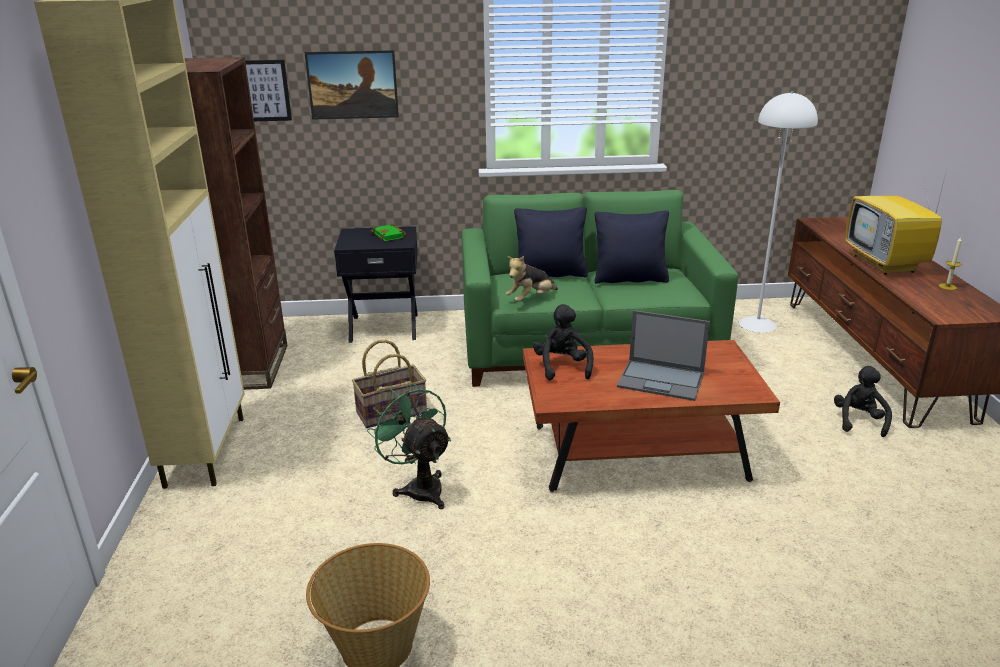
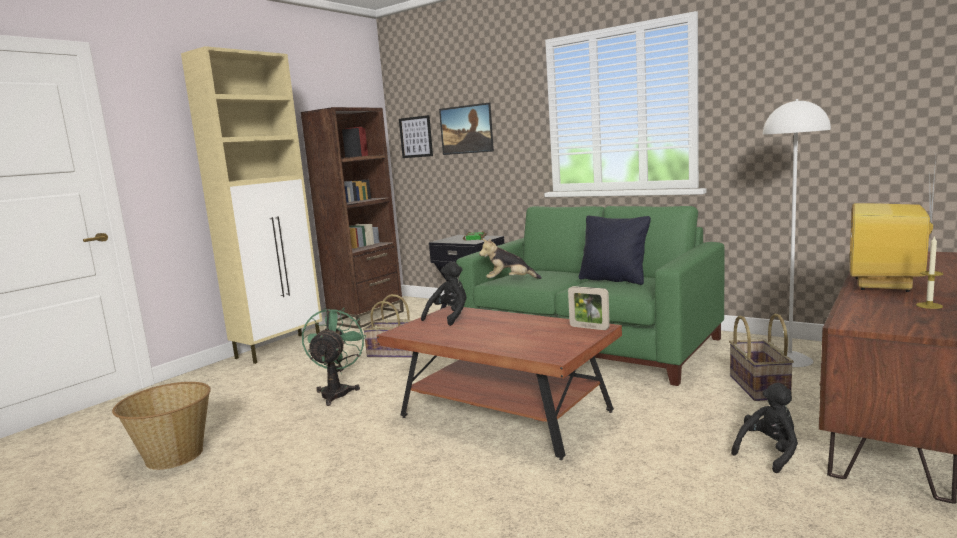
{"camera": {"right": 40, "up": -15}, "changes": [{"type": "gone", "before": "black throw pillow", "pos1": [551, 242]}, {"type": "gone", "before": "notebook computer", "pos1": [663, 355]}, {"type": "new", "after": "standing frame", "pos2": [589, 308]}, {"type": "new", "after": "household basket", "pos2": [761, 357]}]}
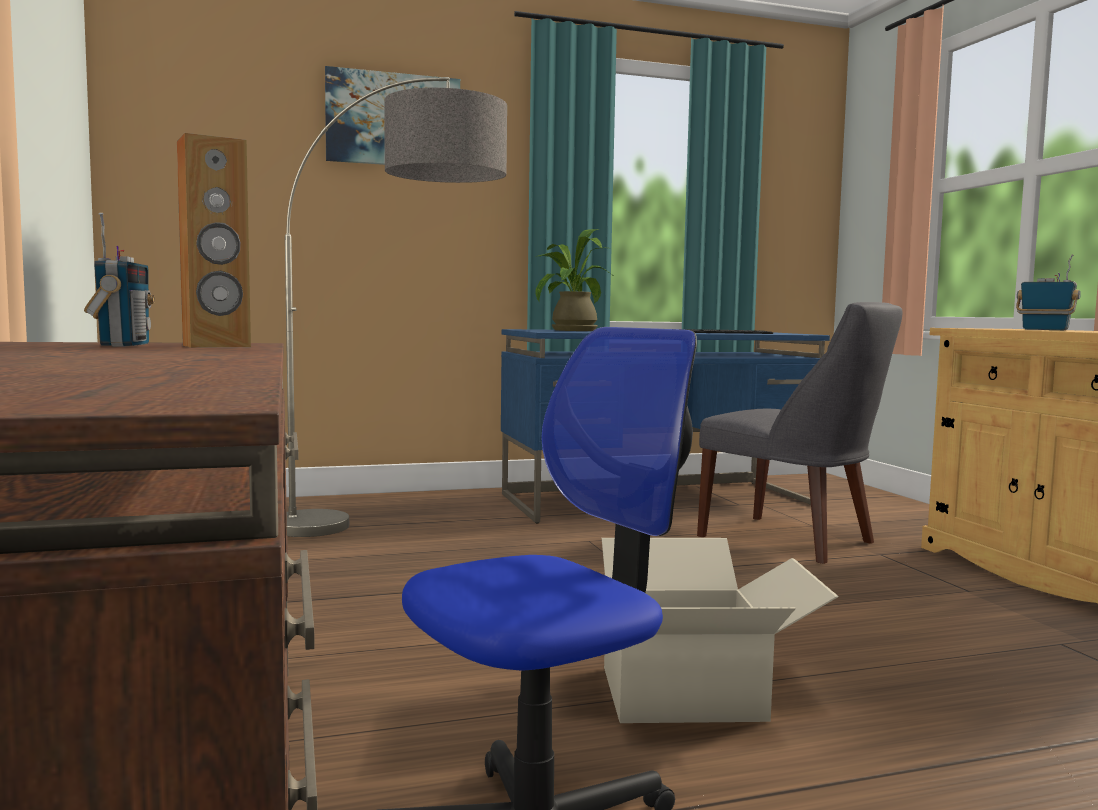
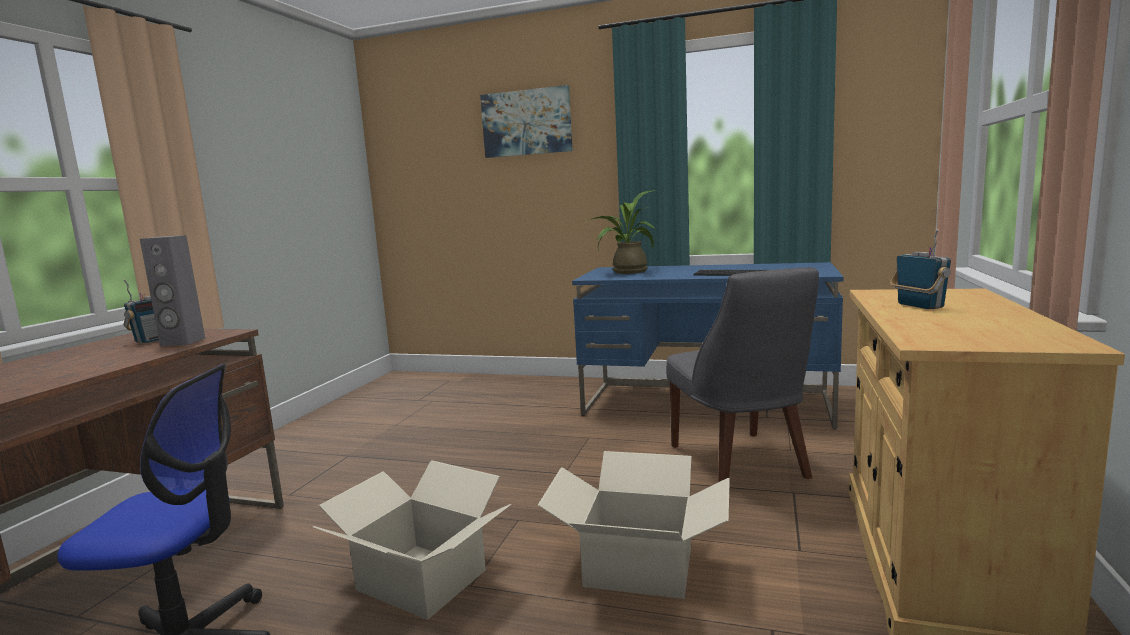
{"camera": {"right": 35, "up": 5}, "changes": [{"type": "repainted", "before": "brownish loudspeaker", "after": "grey loudspeaker", "pos1": [214, 240], "pos2": [172, 290]}, {"type": "gone", "before": "floor lamp", "pos1": [396, 307]}, {"type": "new", "after": "packing box", "pos2": [633, 525]}]}
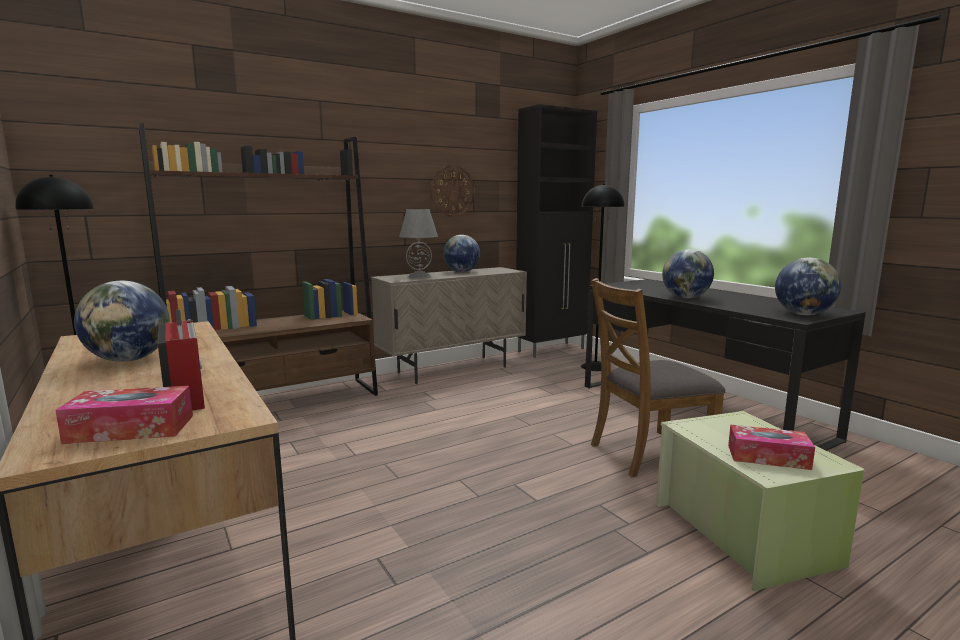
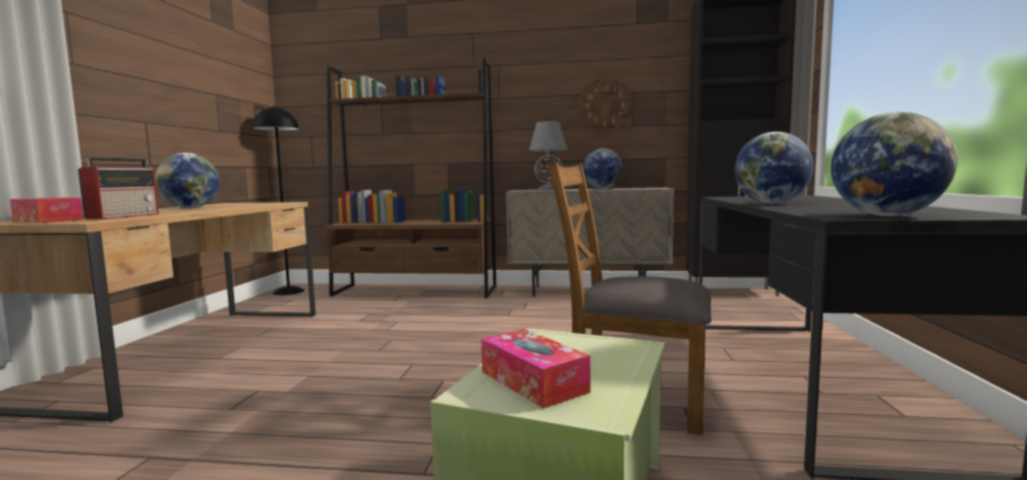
{"camera": {"right": 40, "up": -5}, "changes": [{"type": "gone", "before": "black floor lamp", "pos1": [603, 277]}]}
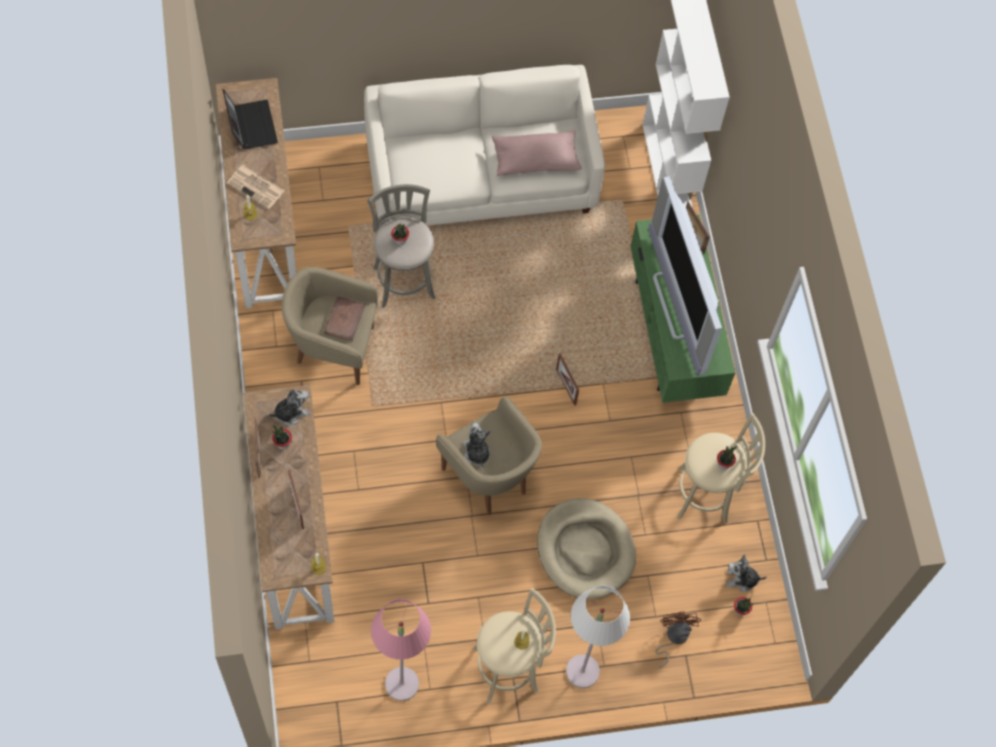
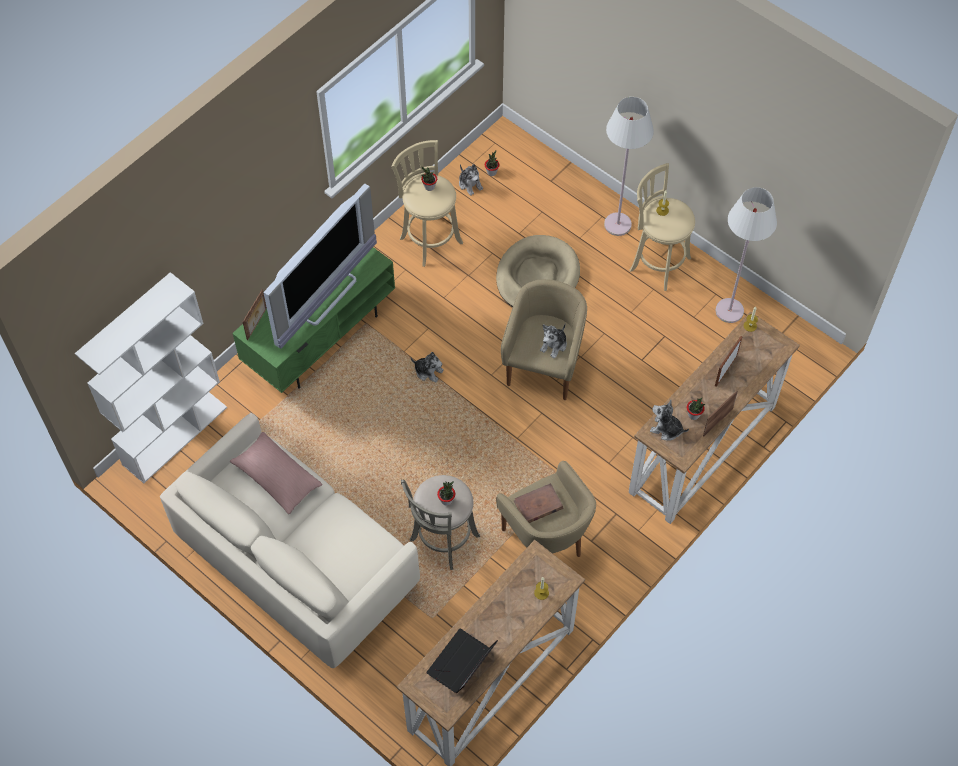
{"camera": {"right": -125, "up": -5}, "changes": [{"type": "gone", "before": "daily paper", "pos1": [256, 187]}, {"type": "repainted", "before": "pinkish floor lamp", "after": "white floor lamp", "pos1": [401, 650], "pos2": [746, 255]}, {"type": "swapped", "before": "standing frame", "after": "soft toy", "pos1": [567, 379], "pos2": [427, 367]}, {"type": "gone", "before": "brownish fan", "pos1": [678, 639]}]}
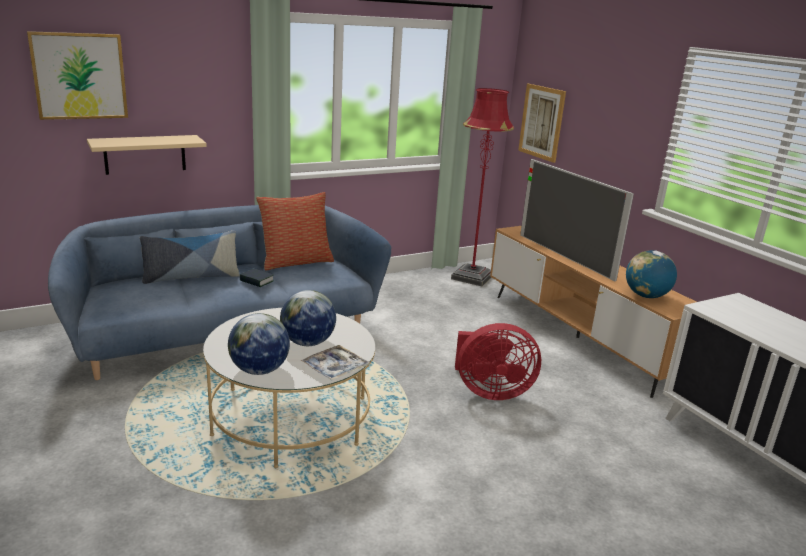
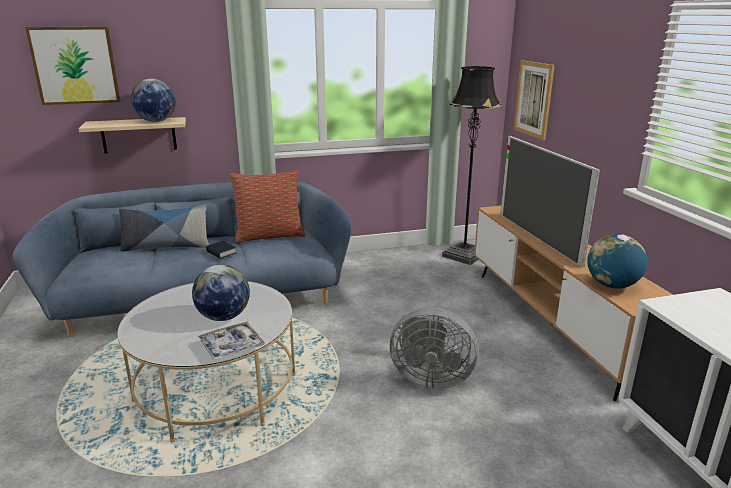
{"camera": {"right": 15, "up": 0}, "changes": [{"type": "shifted", "before": "world globe", "pos1": [259, 344], "pos2": [153, 100]}, {"type": "repainted", "before": "red-coloured floor lamp", "after": "black floor lamp", "pos1": [482, 187], "pos2": [472, 165]}, {"type": "repainted", "before": "red-coloured fan", "after": "grey fan", "pos1": [498, 361], "pos2": [434, 348]}]}
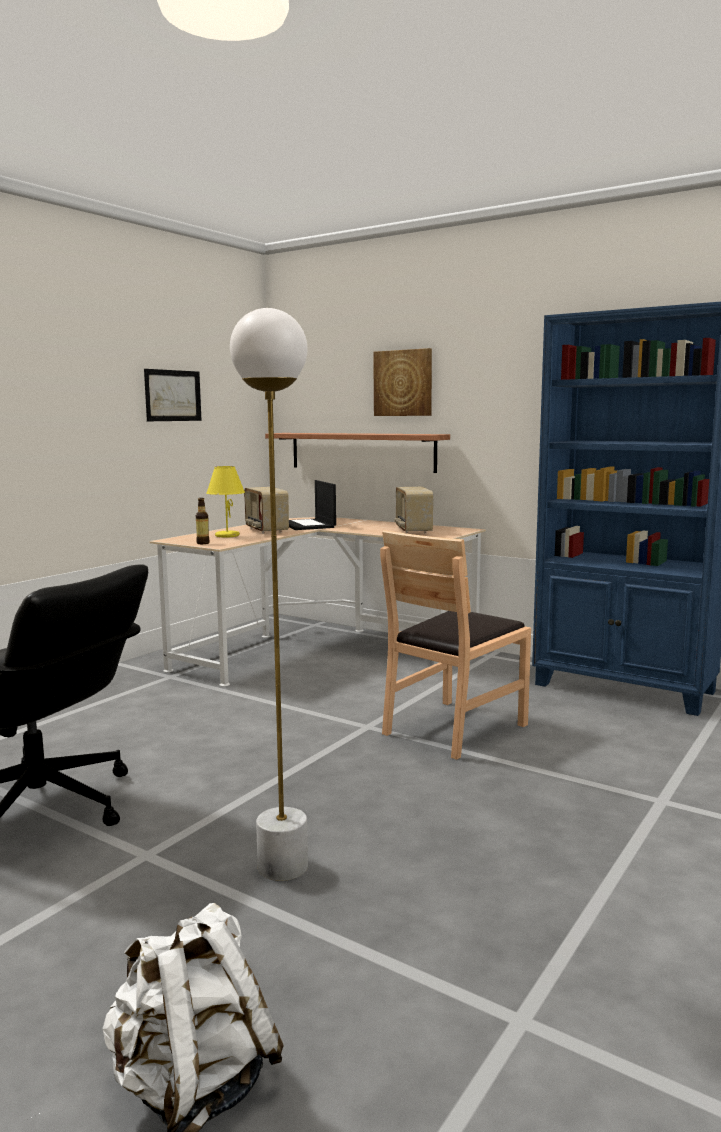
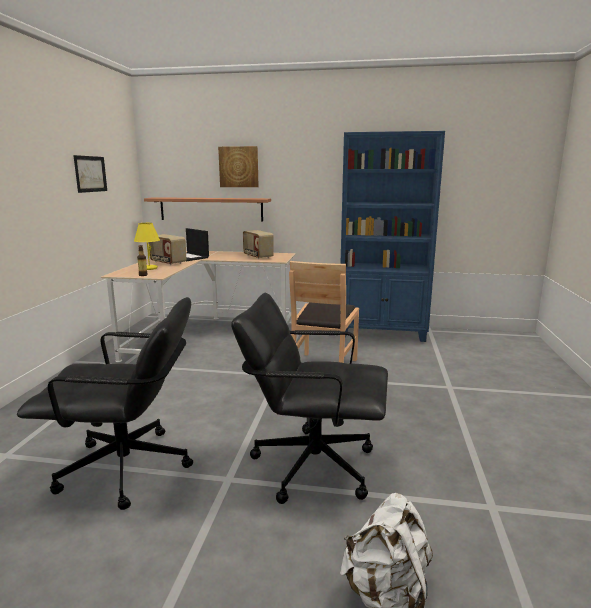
{"camera": {"right": -25, "up": 5}, "changes": [{"type": "swapped", "before": "white floor lamp", "after": "black computer chair", "pos1": [269, 594], "pos2": [309, 398]}]}
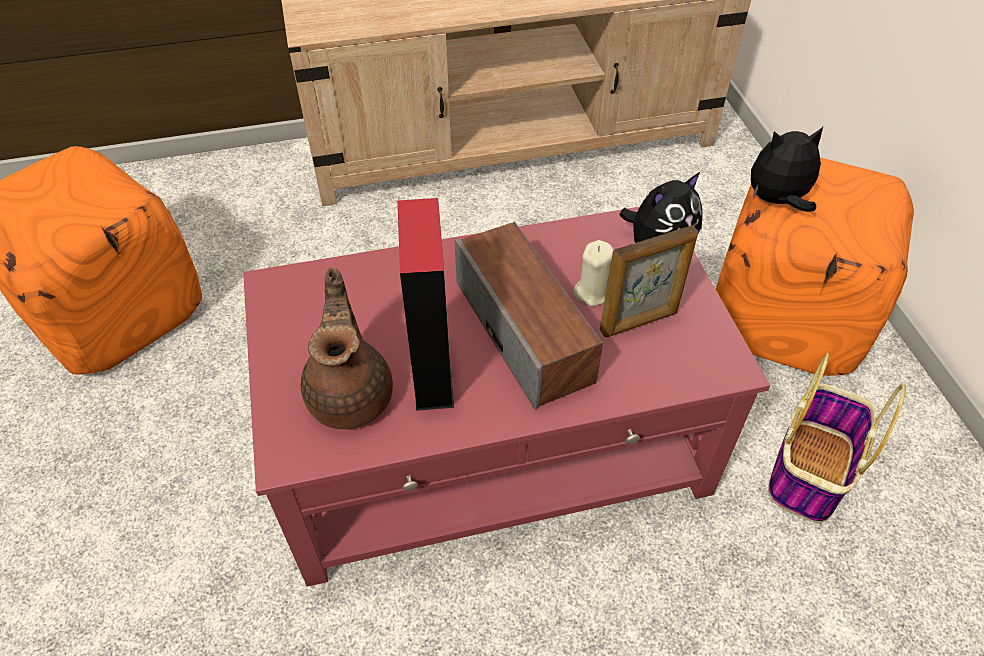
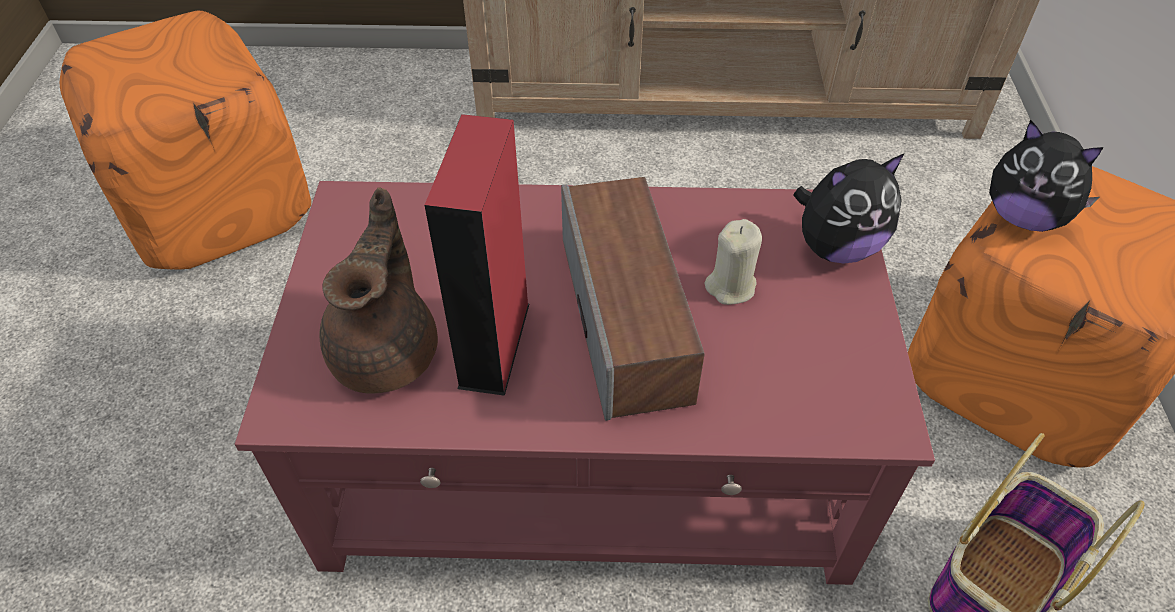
{"camera": {"right": 15, "up": 0}, "changes": [{"type": "gone", "before": "standing frame", "pos1": [649, 281]}, {"type": "rotated", "before": "soft toy", "pos1": [787, 169], "pos2": [1046, 176], "turn": -150}]}
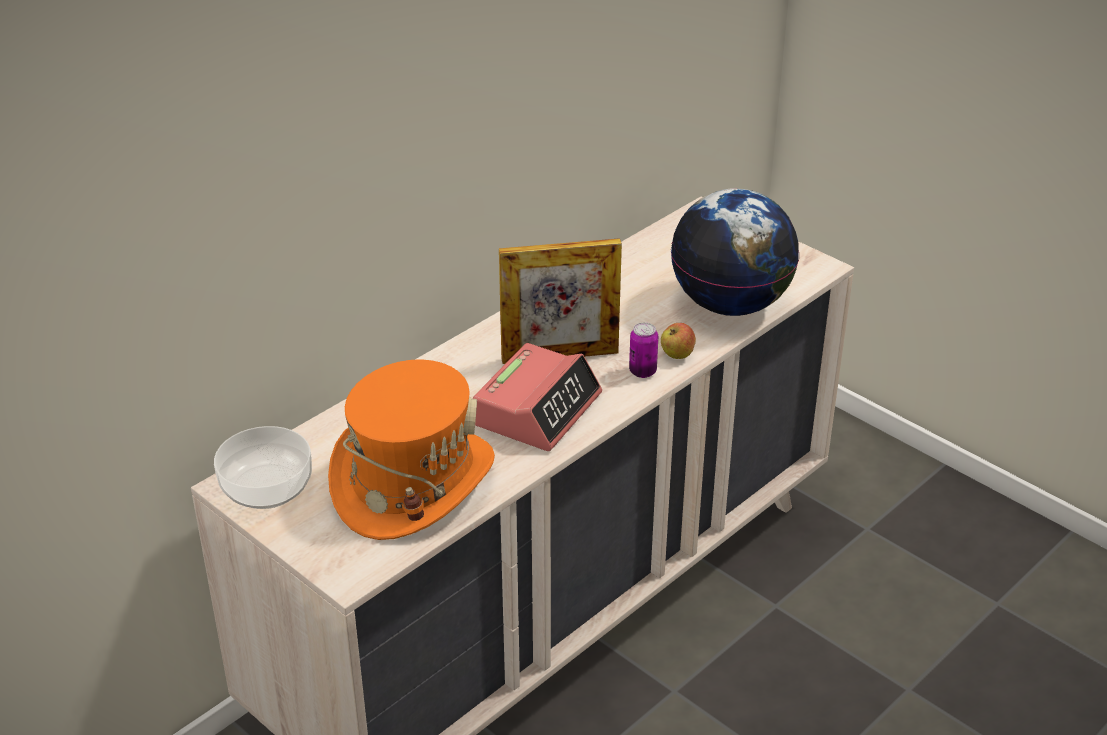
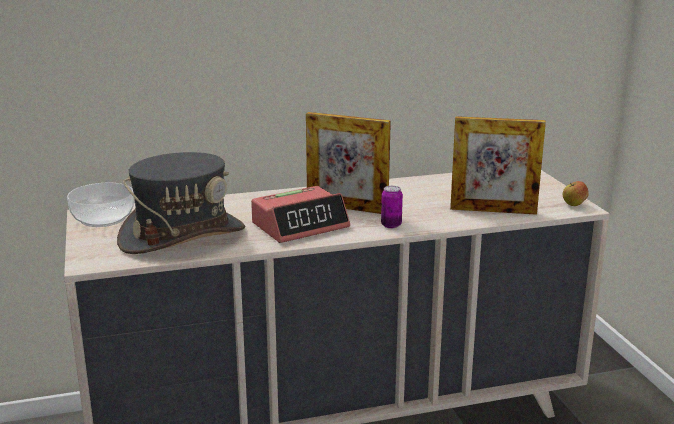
{"camera": {"right": 30, "up": -15}, "changes": [{"type": "repainted", "before": "orange clothing hat", "after": "grey clothing hat", "pos1": [411, 449], "pos2": [181, 203]}, {"type": "shifted", "before": "apple", "pos1": [678, 341], "pos2": [576, 193]}, {"type": "swapped", "before": "world globe", "after": "standing frame", "pos1": [735, 252], "pos2": [498, 165]}]}
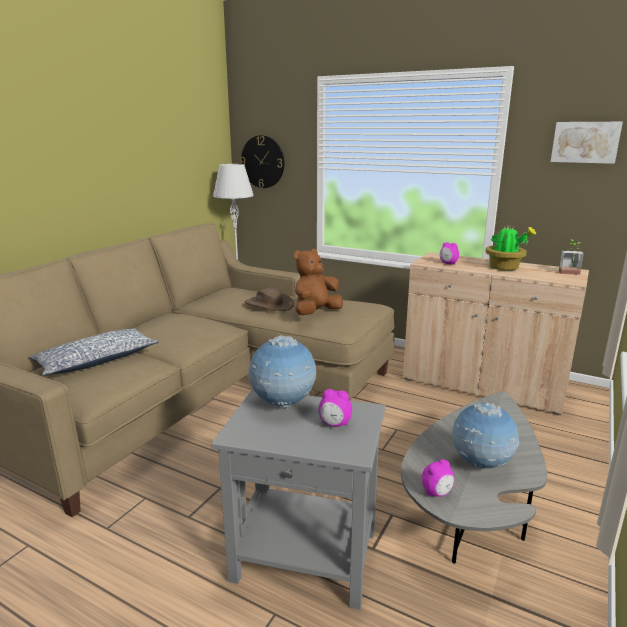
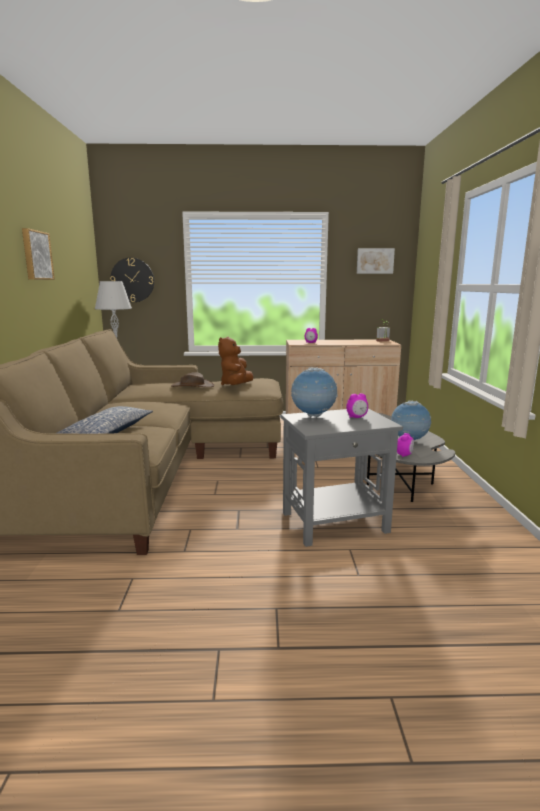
{"camera": {"right": -30, "up": -5}, "changes": [{"type": "gone", "before": "houseplant", "pos1": [510, 248]}, {"type": "new", "after": "wall art", "pos2": [38, 254]}]}
